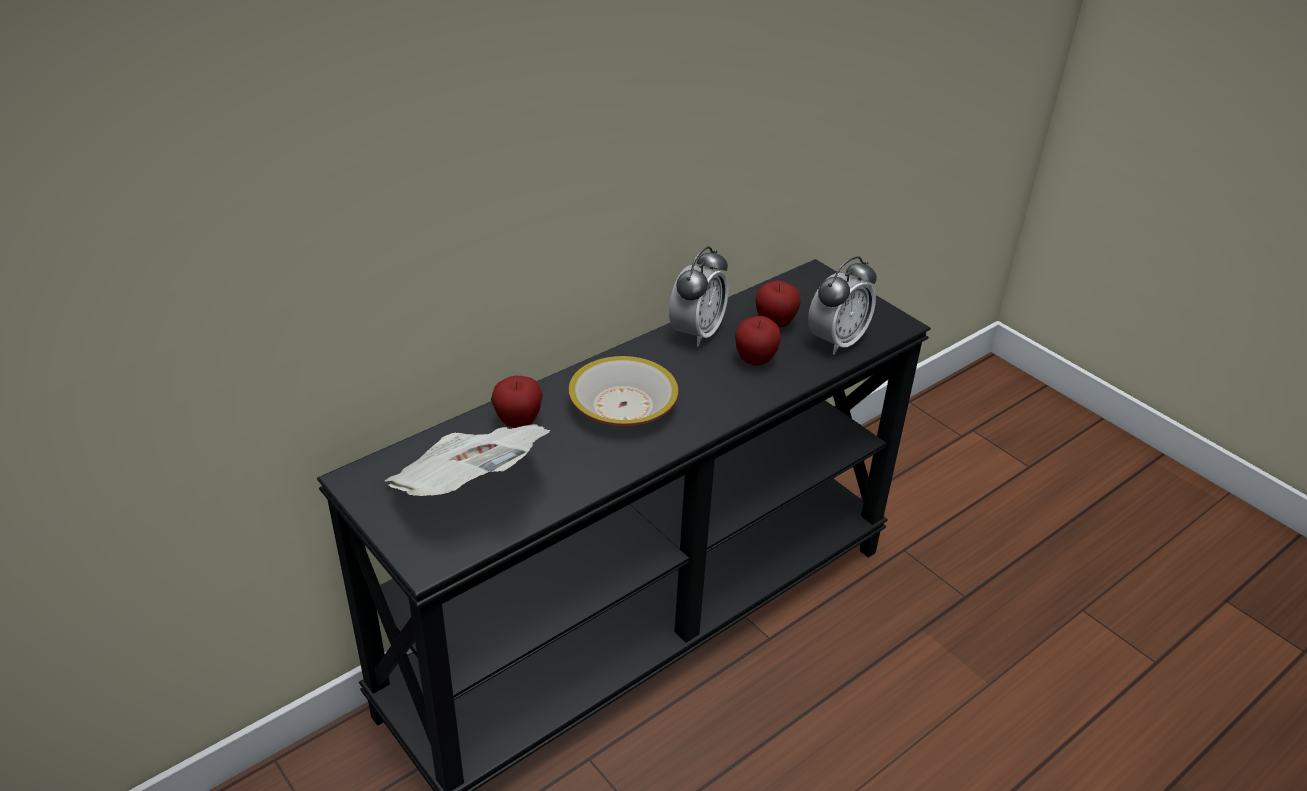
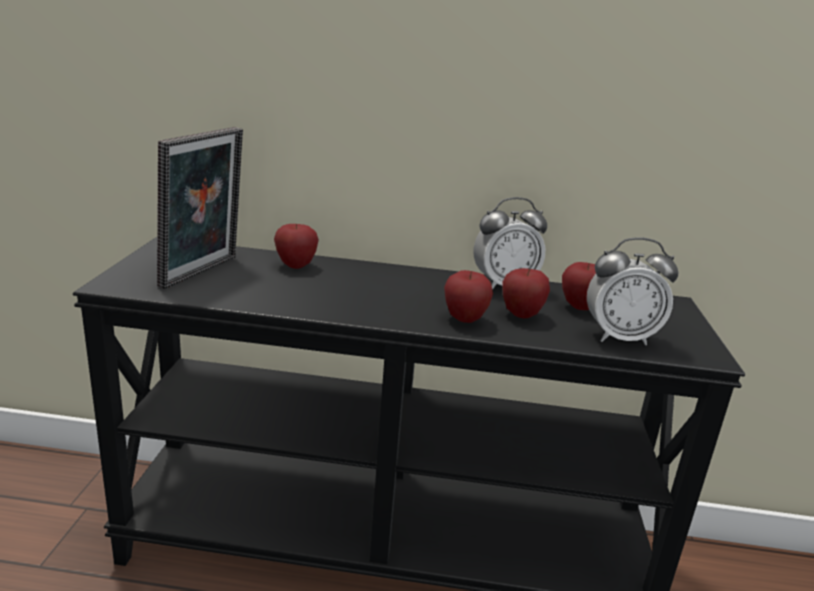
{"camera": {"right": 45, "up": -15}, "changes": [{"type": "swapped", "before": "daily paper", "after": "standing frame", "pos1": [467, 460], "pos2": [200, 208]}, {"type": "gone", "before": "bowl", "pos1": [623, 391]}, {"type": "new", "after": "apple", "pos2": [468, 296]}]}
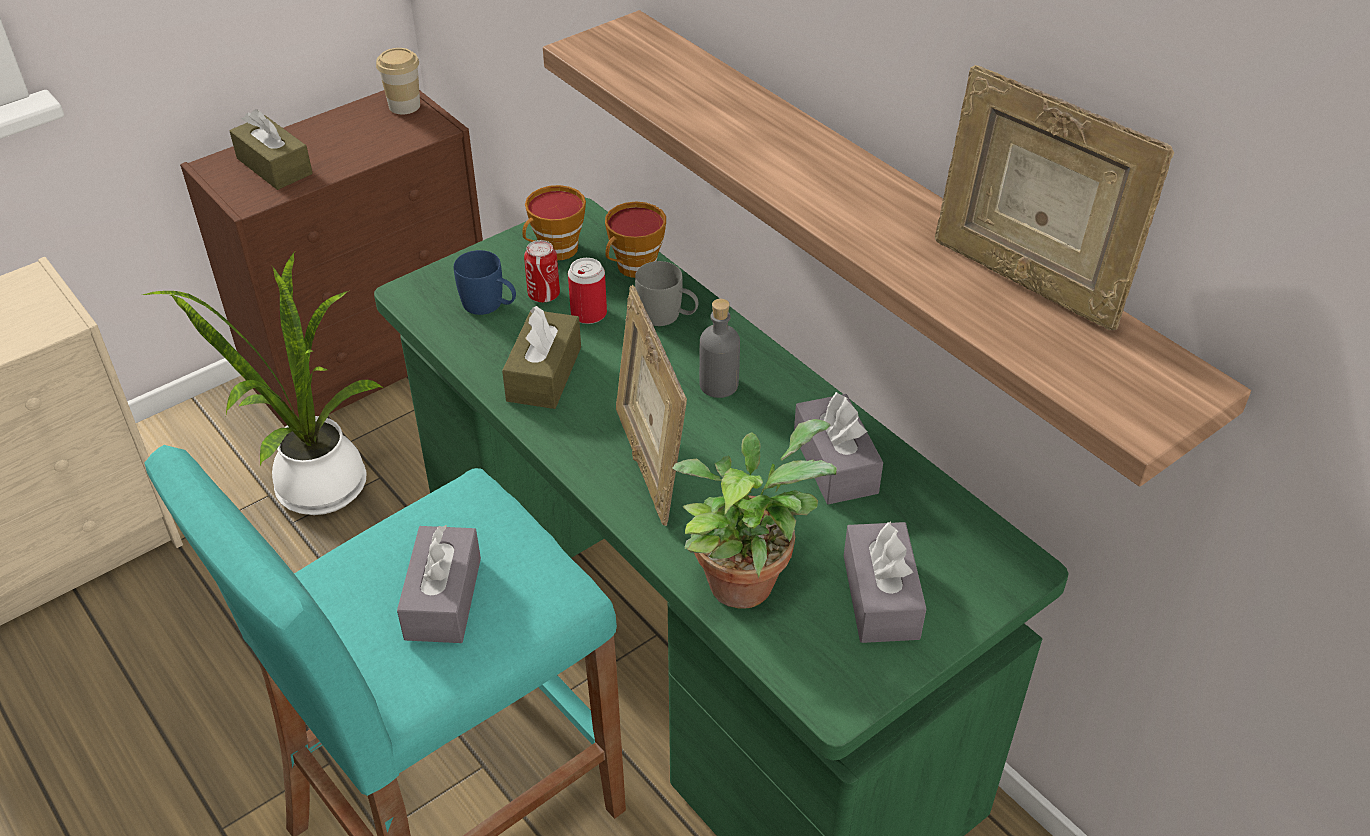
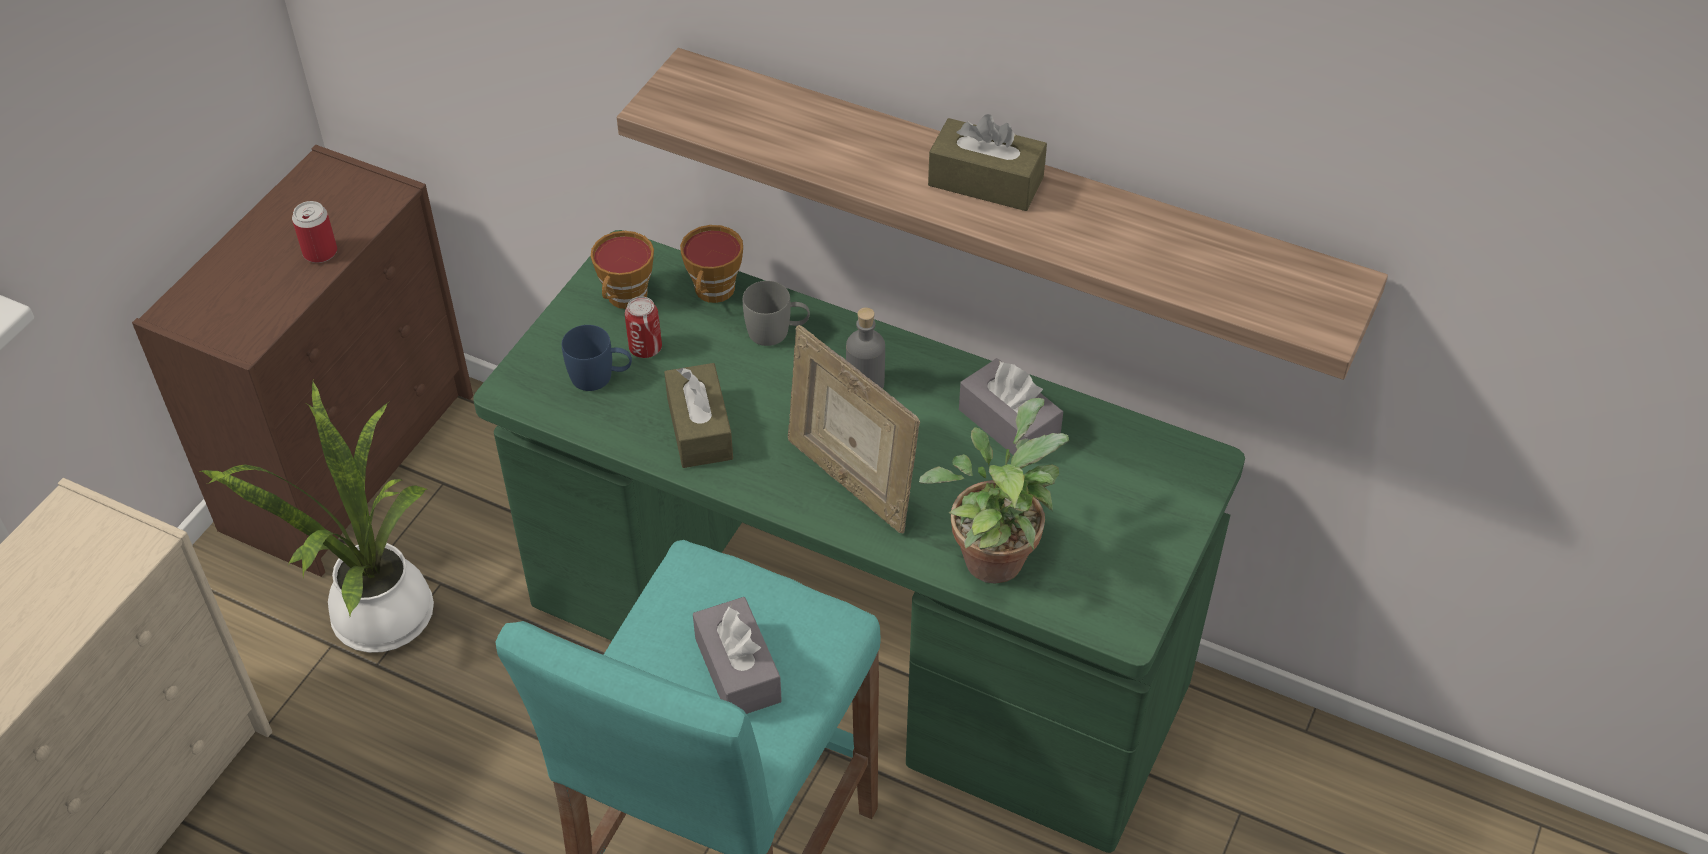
{"camera": {"right": -25, "up": 5}, "changes": [{"type": "shifted", "before": "brownish tissue box", "pos1": [271, 149], "pos2": [987, 162]}, {"type": "gone", "before": "small cup", "pos1": [398, 81]}, {"type": "shifted", "before": "sealed can", "pos1": [587, 291], "pos2": [314, 232]}, {"type": "gone", "before": "grey tissue box", "pos1": [885, 582]}, {"type": "gone", "before": "standing frame", "pos1": [1054, 197]}]}
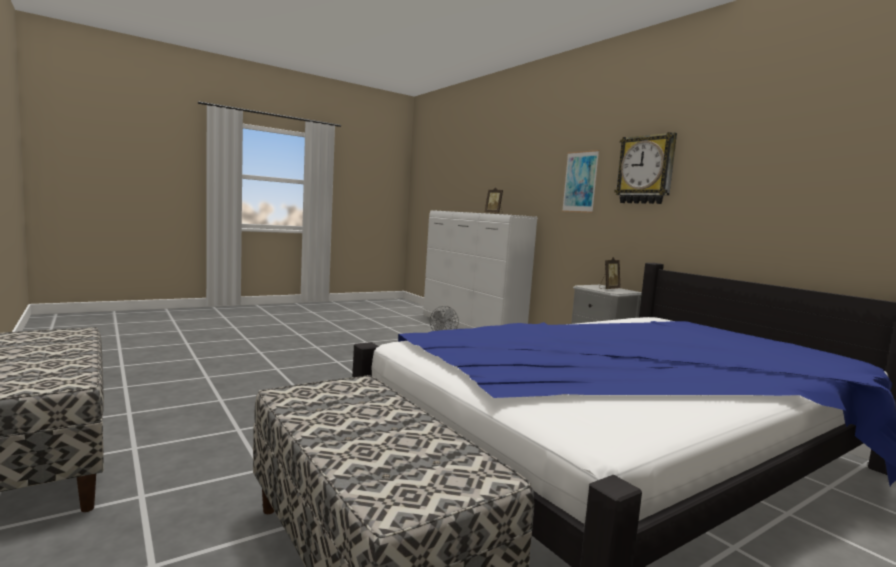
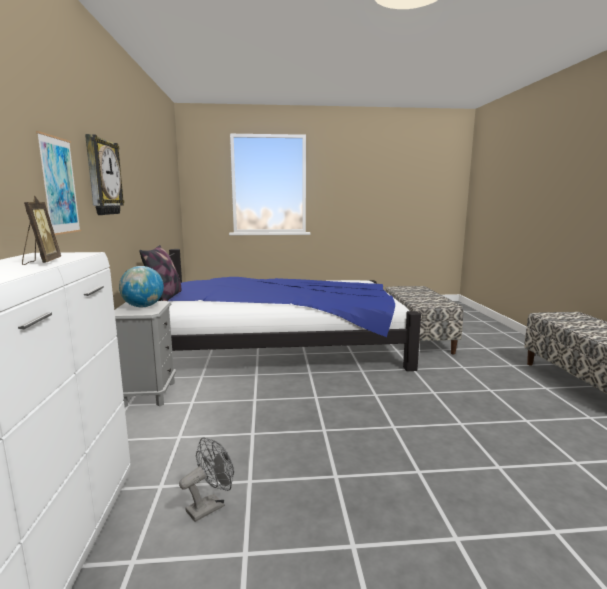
{"camera": {"right": -150, "up": 5}, "changes": [{"type": "swapped", "before": "standing frame", "after": "world globe", "pos1": [609, 273], "pos2": [141, 286]}, {"type": "new", "after": "throw pillow", "pos2": [160, 273]}]}
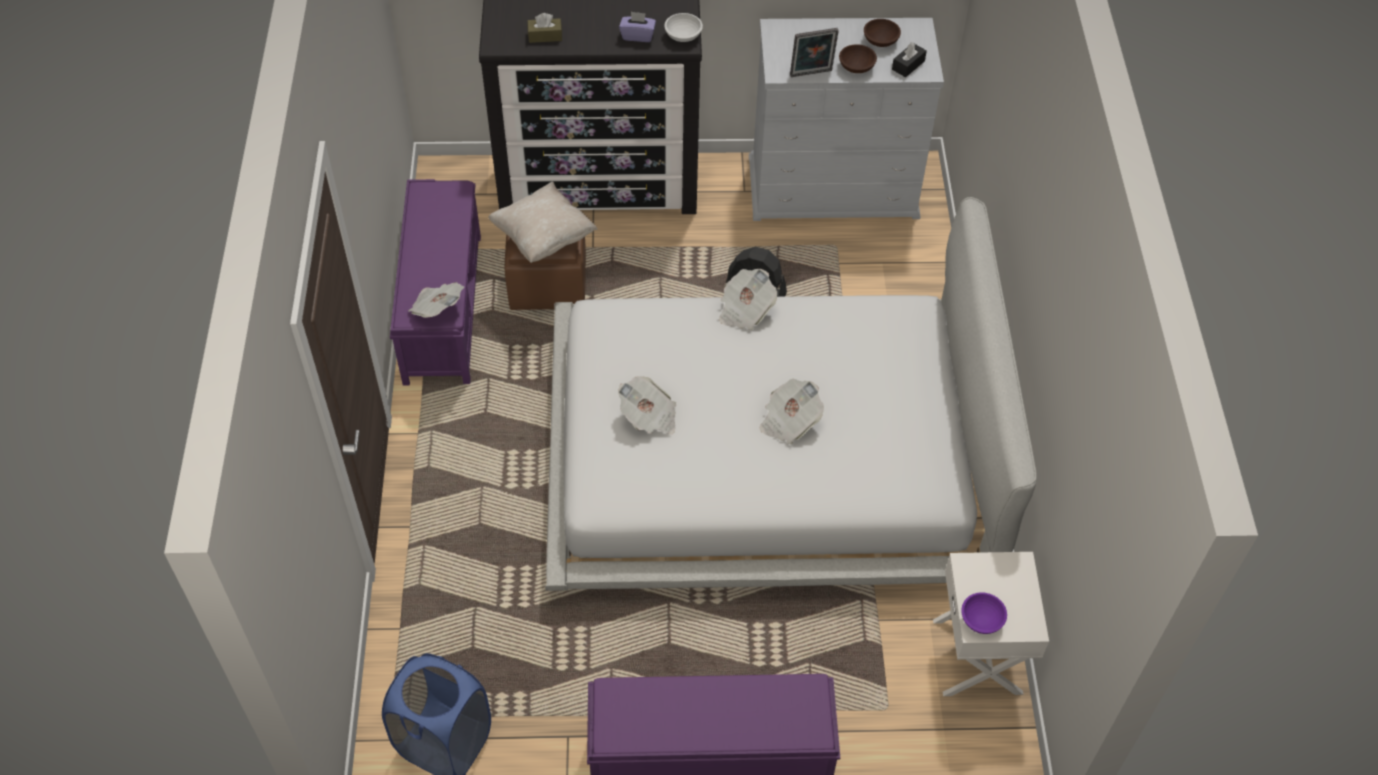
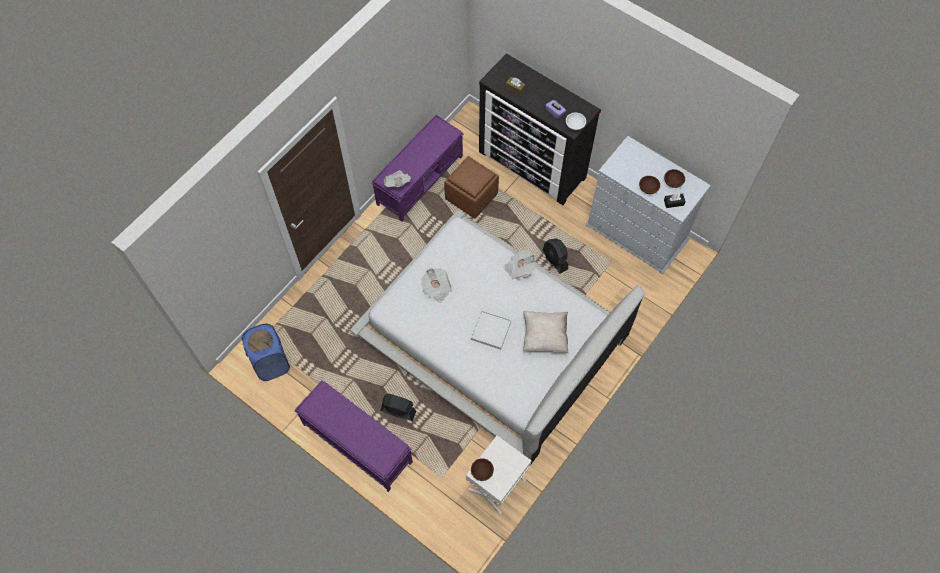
{"camera": {"right": 40, "up": 10}, "changes": [{"type": "shifted", "before": "beige-coloured throw pillow", "pos1": [543, 222], "pos2": [546, 332]}, {"type": "swapped", "before": "daily paper", "after": "white serving tray", "pos1": [791, 411], "pos2": [491, 330]}, {"type": "gone", "before": "standing frame", "pos1": [814, 52]}, {"type": "repainted", "before": "purple-coloured bowl", "after": "brownish bowl", "pos1": [984, 613], "pos2": [482, 469]}, {"type": "new", "after": "black fan", "pos2": [398, 407]}]}
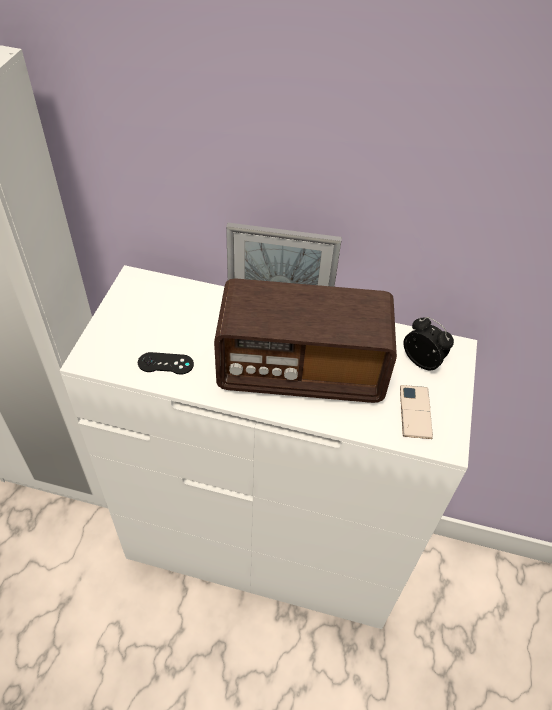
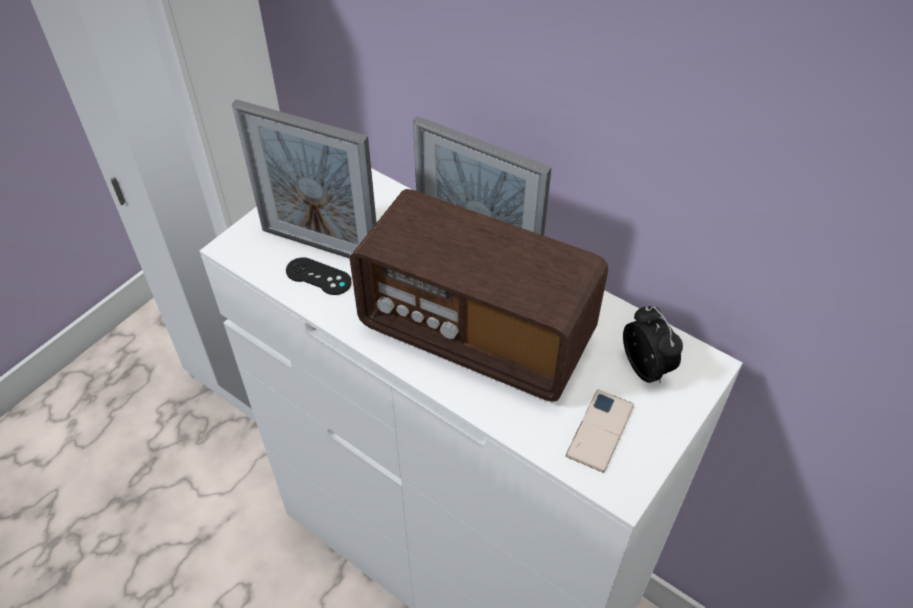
{"camera": {"right": 25, "up": 0}, "changes": [{"type": "new", "after": "standing frame", "pos2": [304, 179]}]}
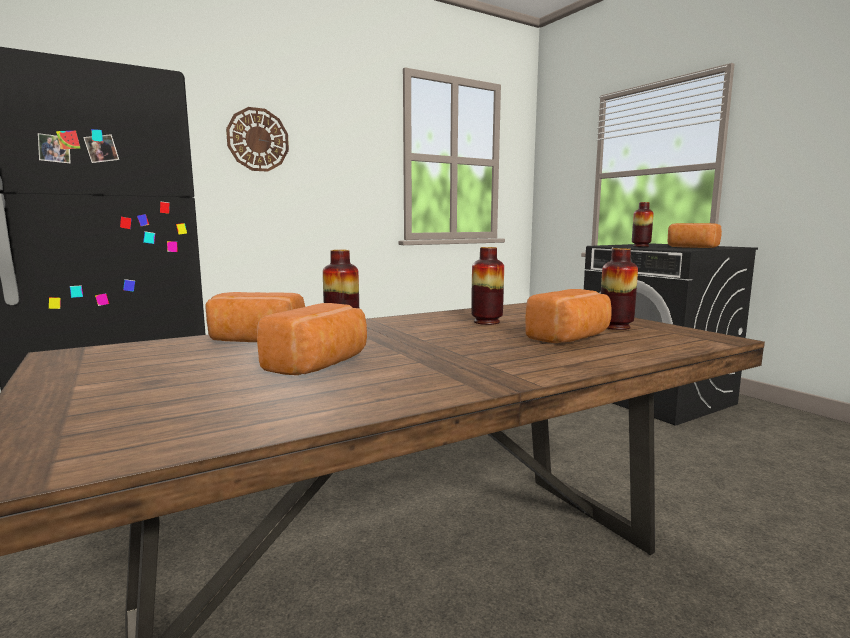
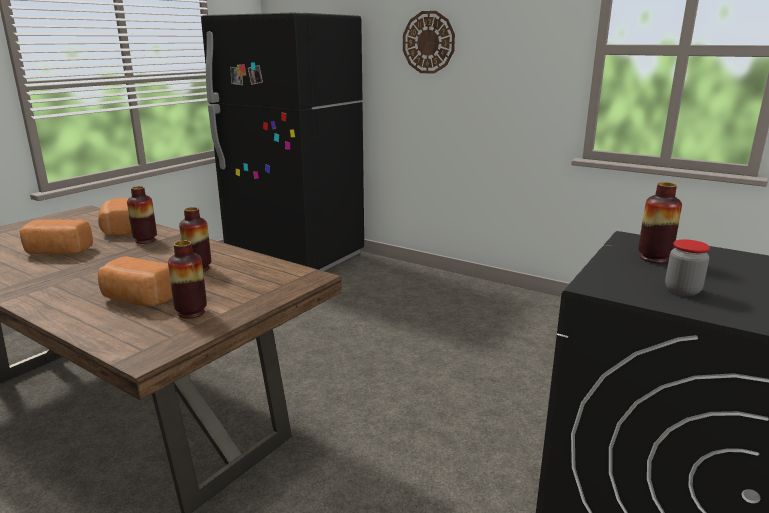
{"camera": {"right": 65, "up": 10}, "changes": [{"type": "swapped", "before": "bread", "after": "jar", "pos1": [695, 235], "pos2": [687, 267]}]}
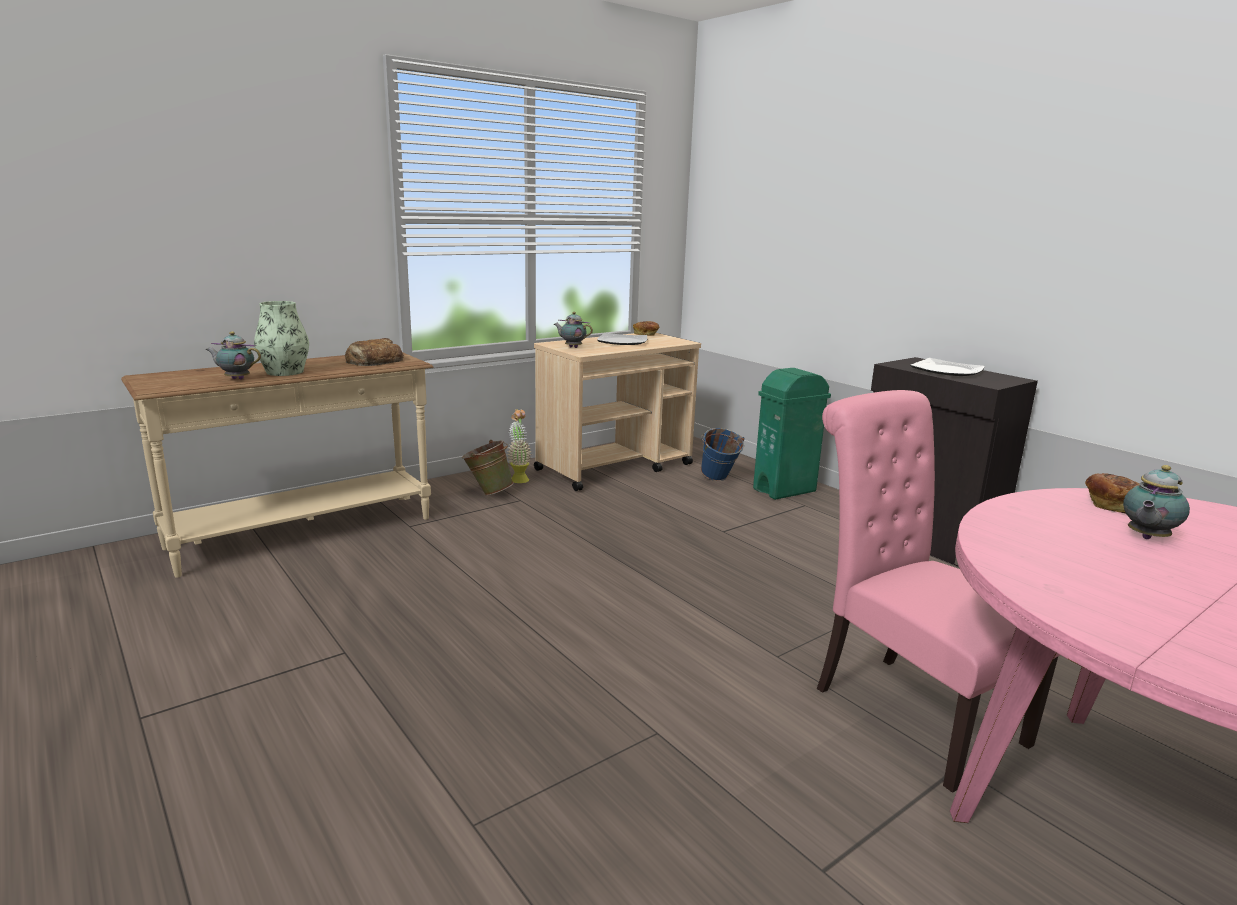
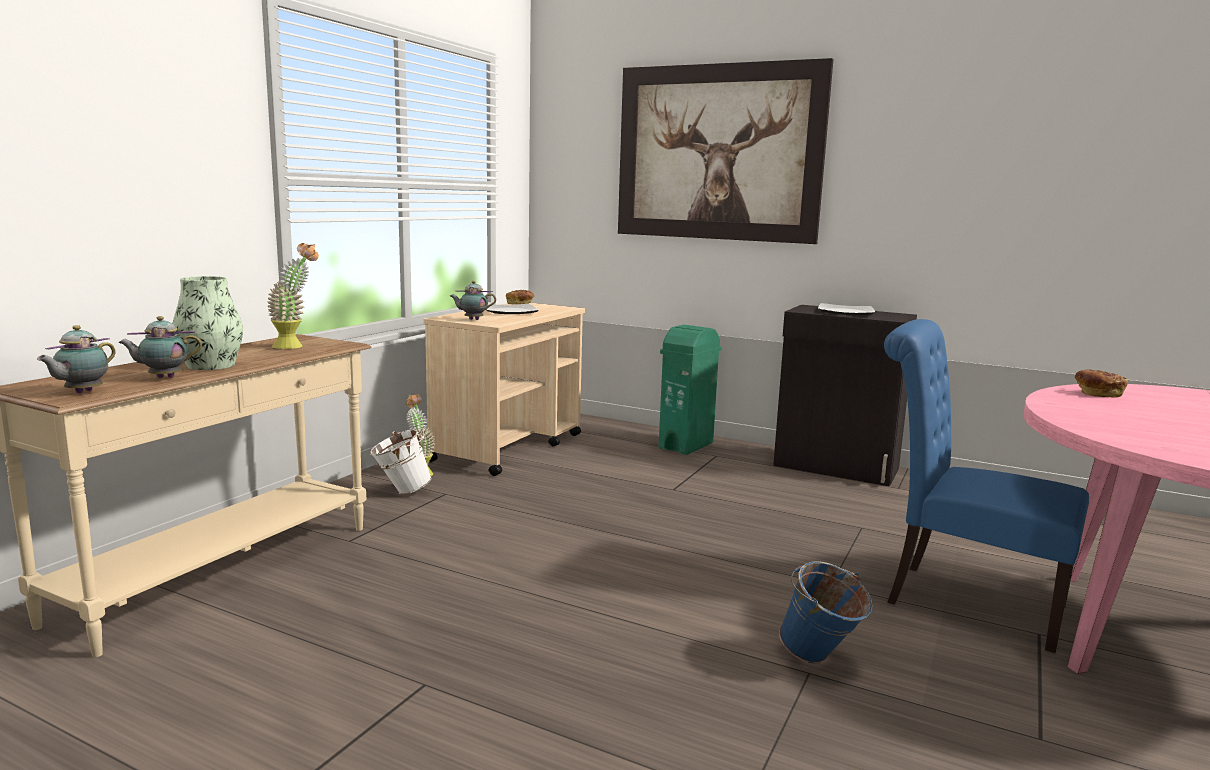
{"camera": {"right": -25, "up": -5}, "changes": [{"type": "swapped", "before": "bread", "after": "houseplant", "pos1": [374, 352], "pos2": [293, 296]}, {"type": "repainted", "before": "greenish water bucket", "after": "white water bucket", "pos1": [488, 467], "pos2": [401, 462]}, {"type": "shifted", "before": "blue-coloured water bucket", "pos1": [723, 454], "pos2": [826, 612]}, {"type": "repainted", "before": "pinkish chair", "after": "blue-coloured chair", "pos1": [938, 591], "pos2": [986, 486]}, {"type": "shifted", "before": "teapot", "pos1": [1156, 502], "pos2": [76, 359]}, {"type": "new", "after": "wall art", "pos2": [726, 151]}]}
